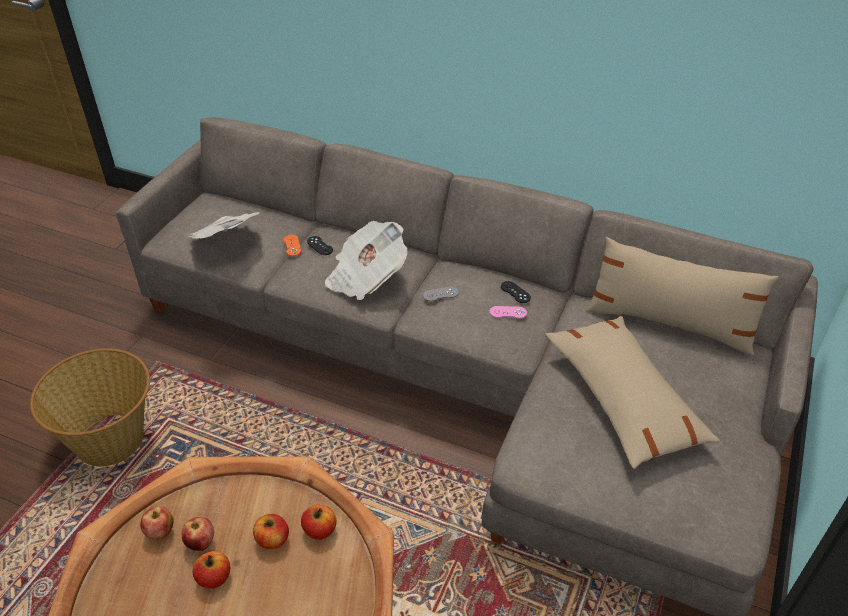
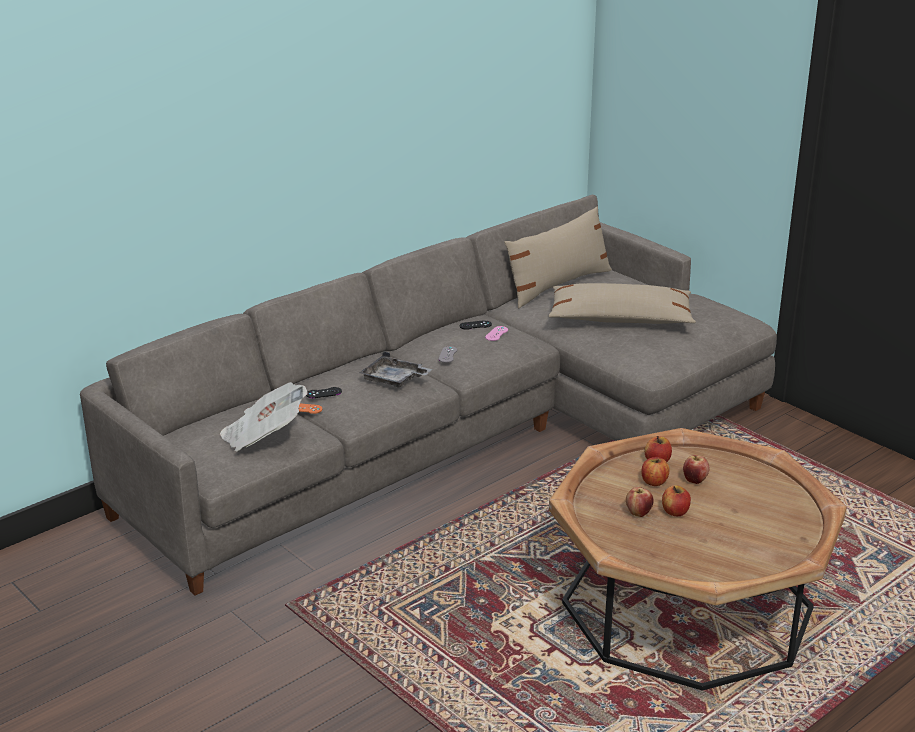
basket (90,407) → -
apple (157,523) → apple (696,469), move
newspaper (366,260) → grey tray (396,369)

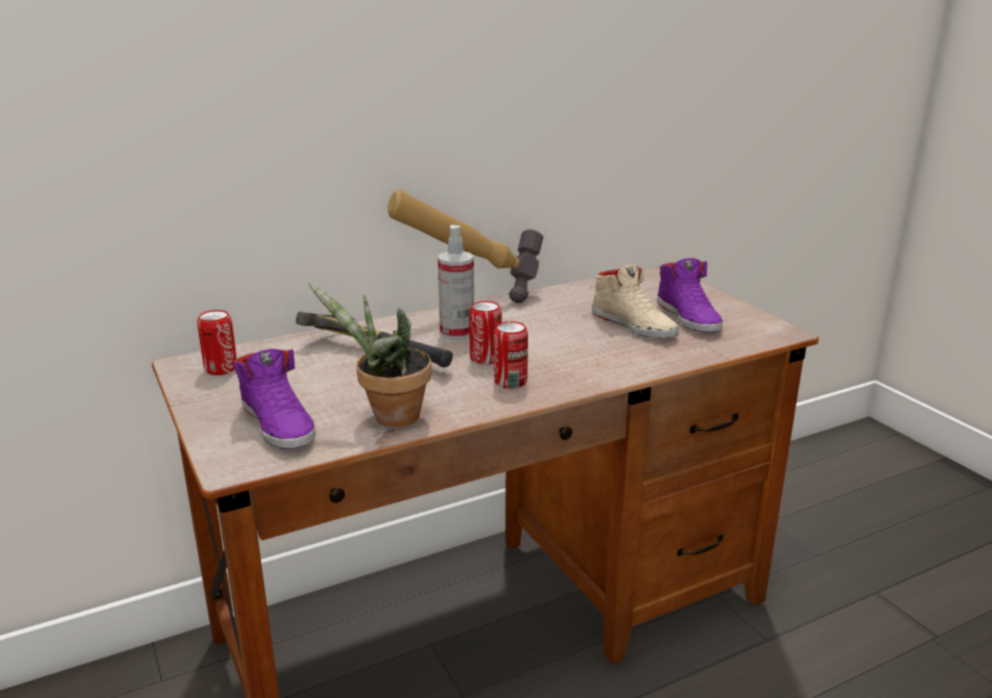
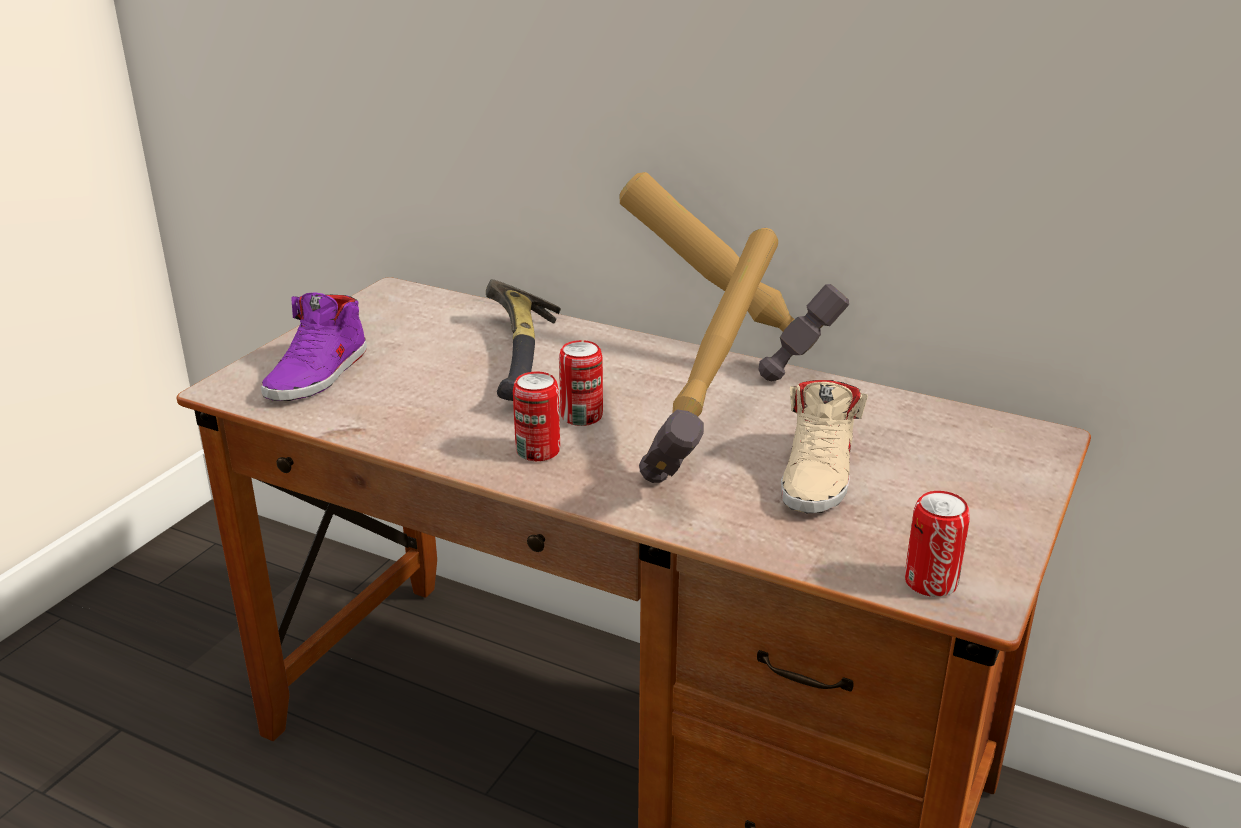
can (217,342) → can (937,544), move
potted plant (370,355) → -
spray bottle (456,282) → -
purple shoe (690,295) → -
- → hammer (708,355)

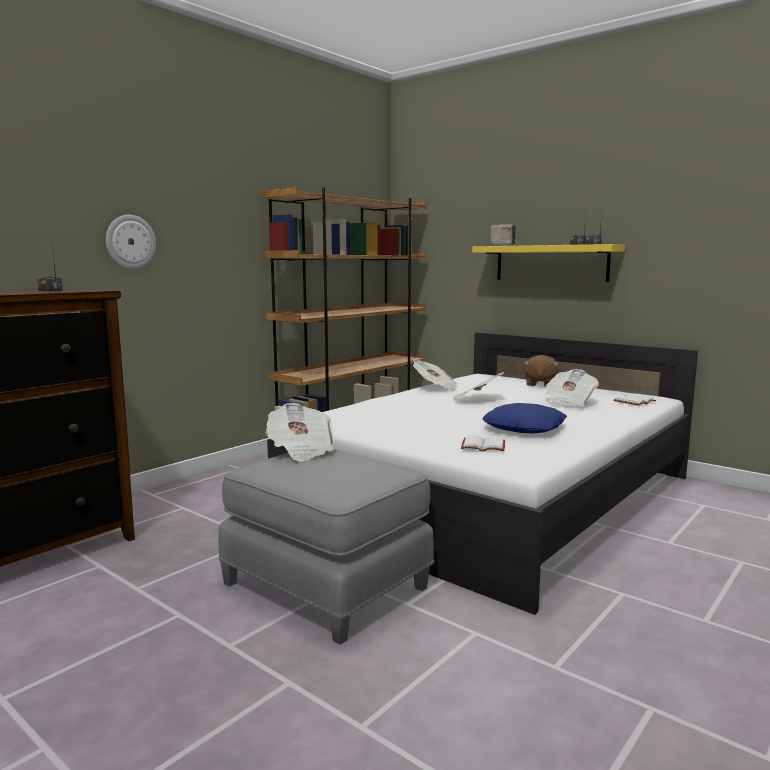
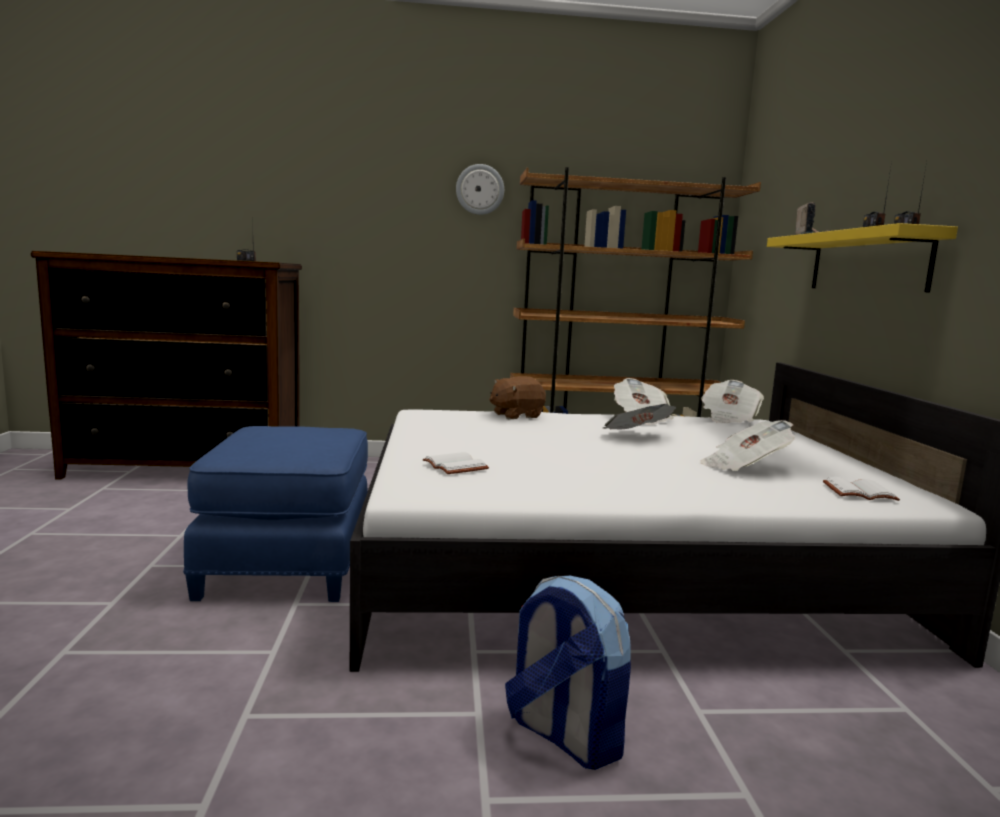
wall clock (131,242) → wall clock (480,189), move
grey ottoman (326,547) → blue ottoman (275,514)
newspaper (300,432) → newspaper (732,401), move
blue pillow (524,418) → -
brown plush toy (541,370) → brown plush toy (517,397), move
- → backpack (568,673)

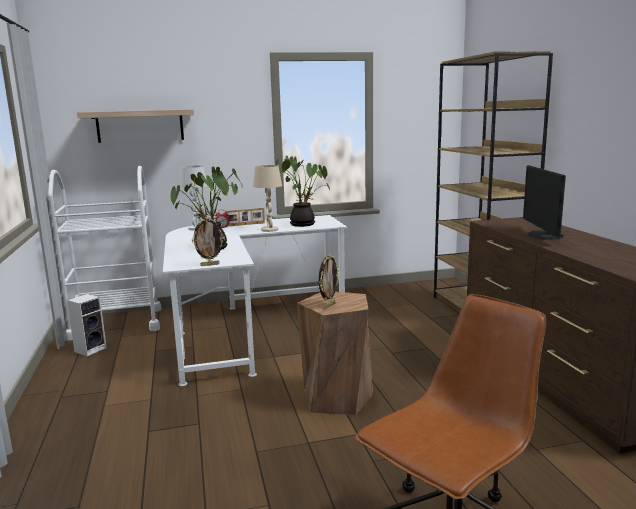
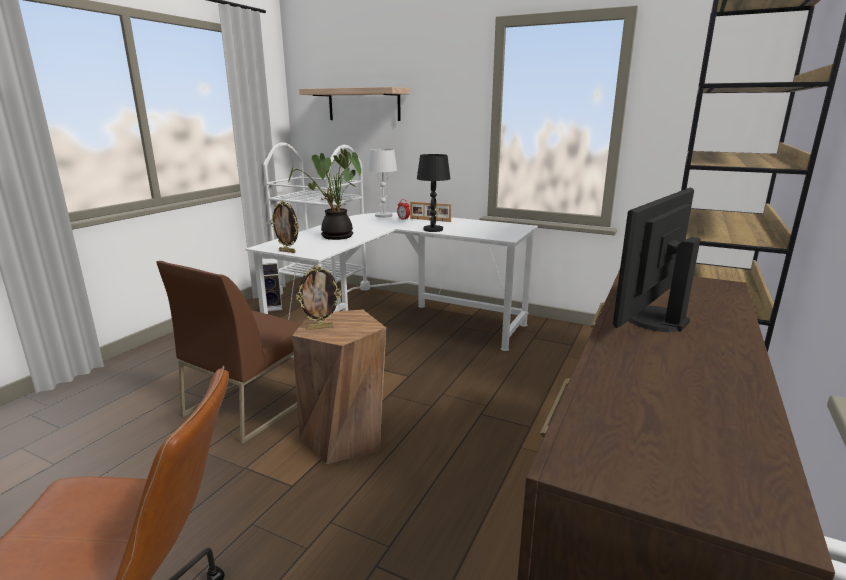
beige table lamp (267,198) → black table lamp (433,193)
potted plant (303,191) → -
- → brown chair (228,352)

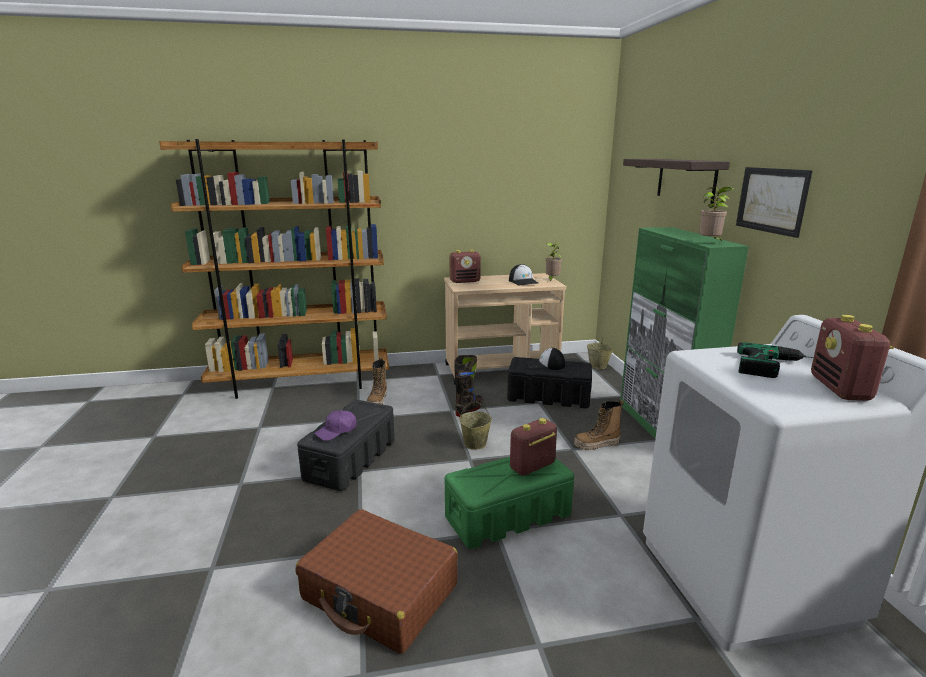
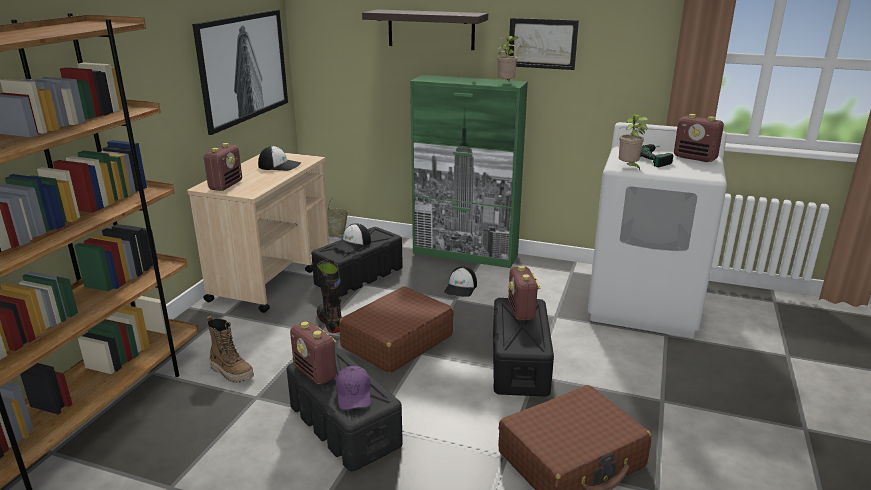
green storage box (509,503) → black storage box (523,347)
beige bucket (475,425) → brown suitcase (396,329)
potted plant (554,262) → potted plant (633,142), move
boot (599,425) → cap (460,282)
- → picture (240,72)
- → radio (313,353)

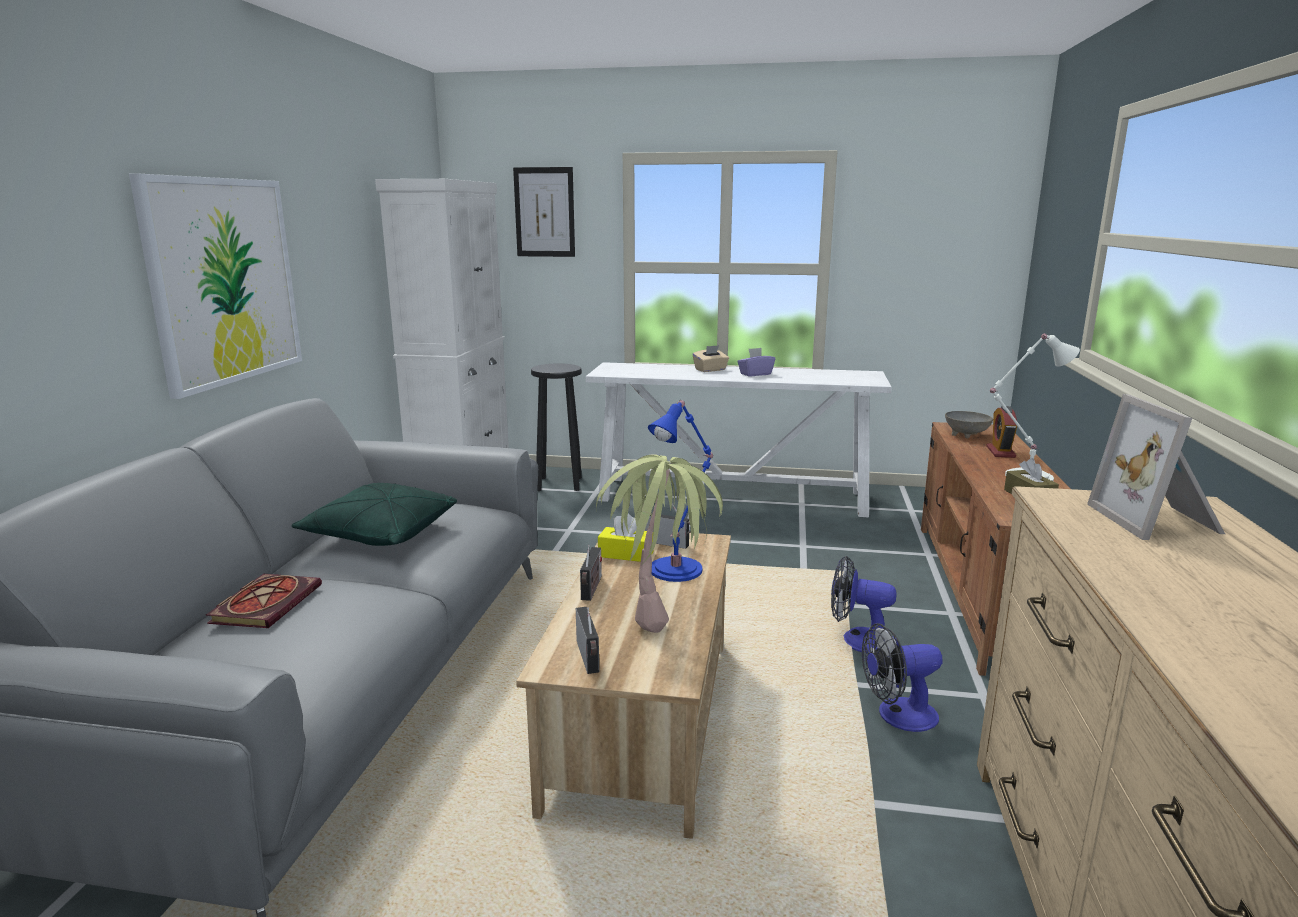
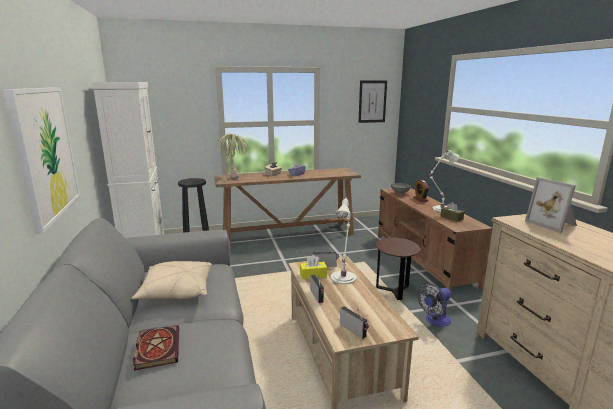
green pillow (374,514) → beige pillow (172,280)
picture (544,212) → picture (372,101), move
white console table (739,439) → brown console table (287,208)
potted plant (659,543) → potted plant (232,156), move
blue table lamp (680,491) → white table lamp (343,240)
fan (864,604) → brown side table (398,268)

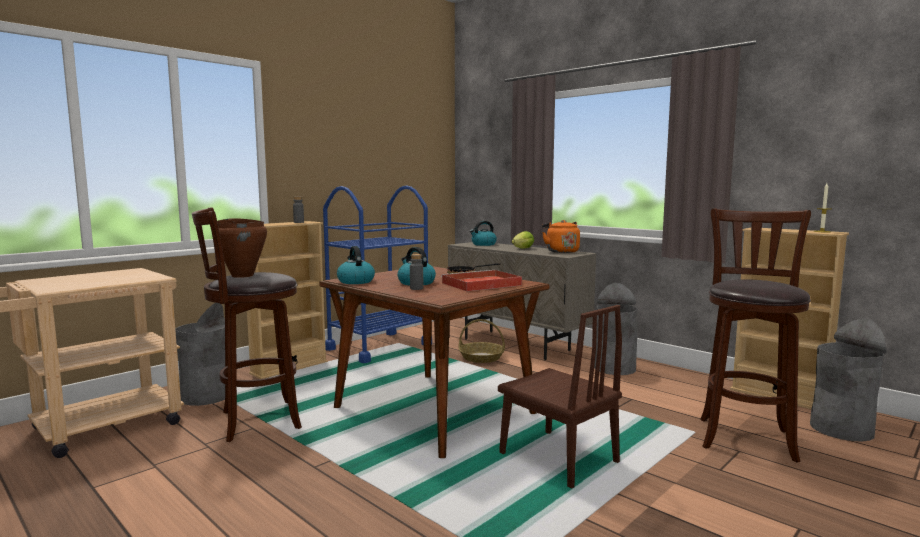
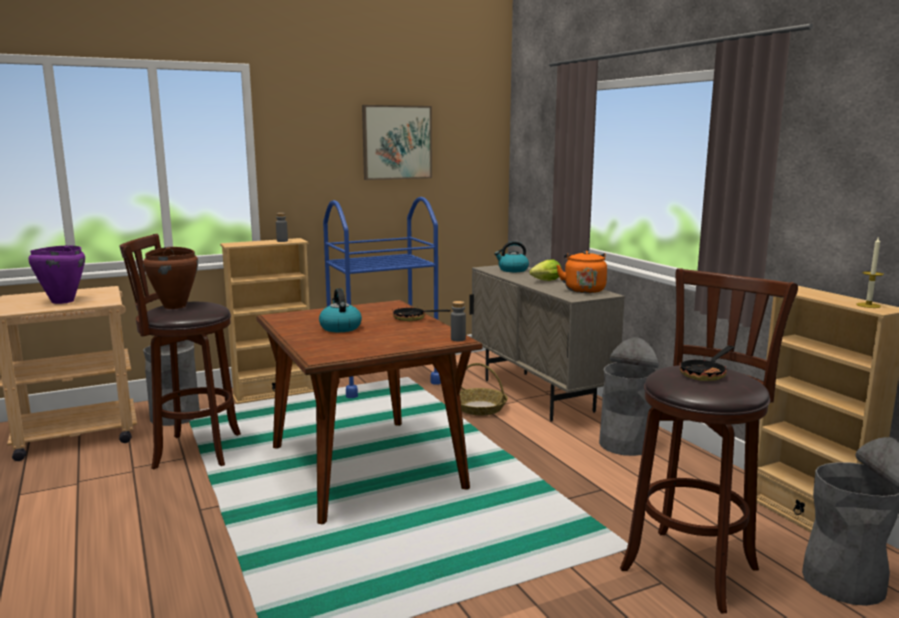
kettle (356,265) → -
grey bottle (416,272) → grey bottle (458,321), move
red tray (481,280) → -
brown chair (560,397) → -
- → purple cooking pot (56,274)
- → picture (397,142)
- → frying pan (707,363)

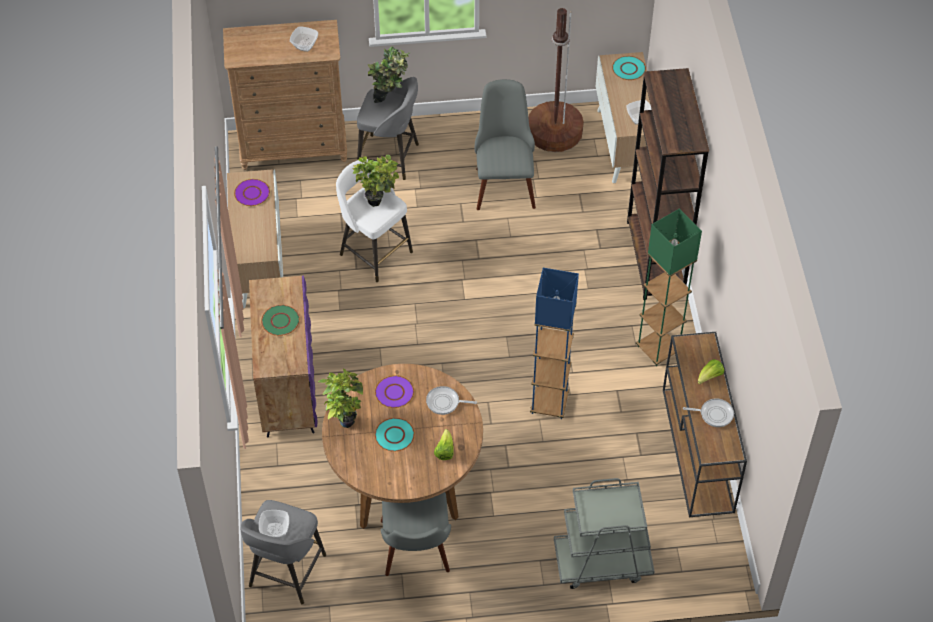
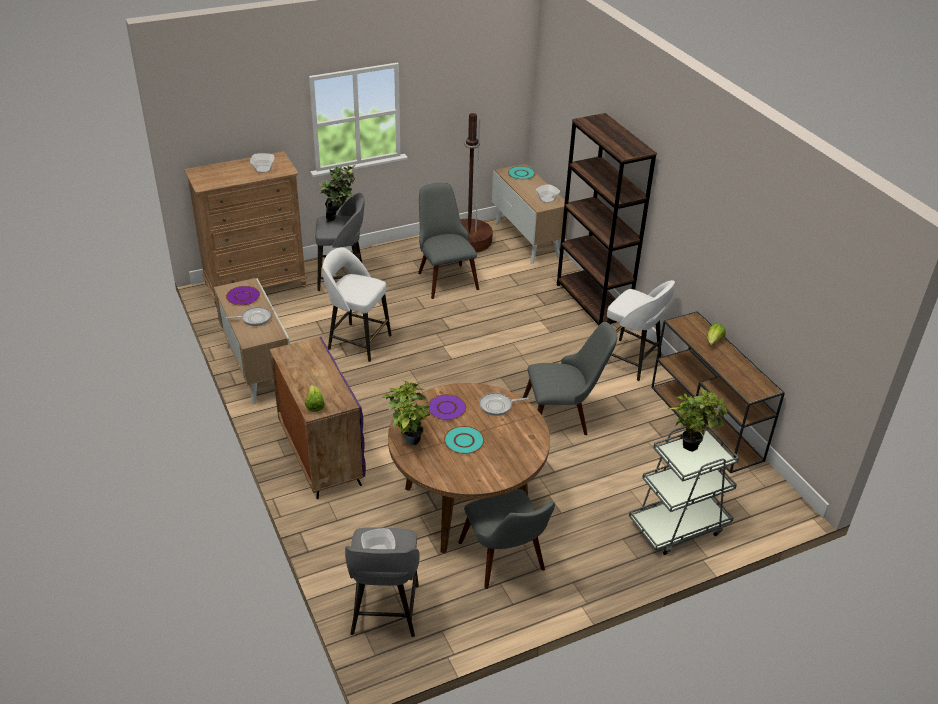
green plate (280,320) → -
potted plant (375,181) → potted plant (697,420), move
lettuce (444,444) → lettuce (315,398), move
blue floor lamp (554,343) → grey chair (570,378)
green floor lamp (669,287) → white stool (641,330)
frying pan (708,413) → frying pan (248,316), move

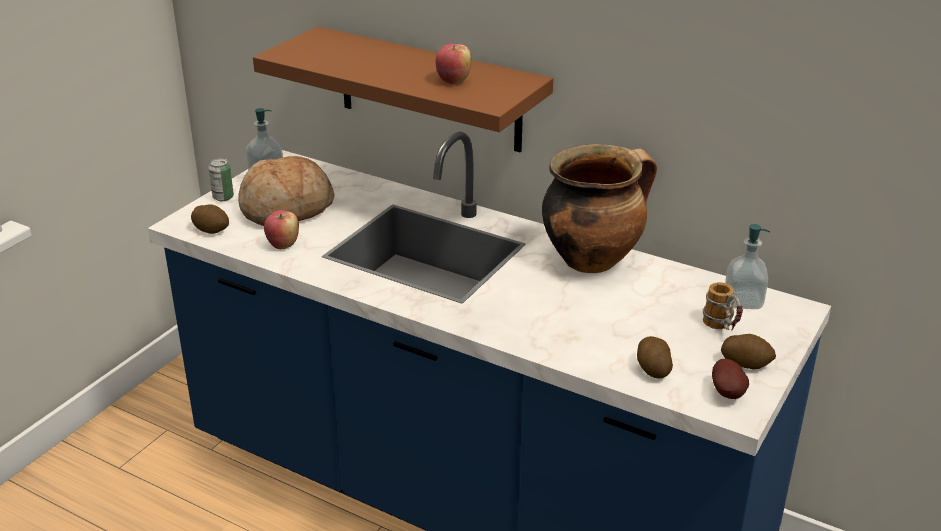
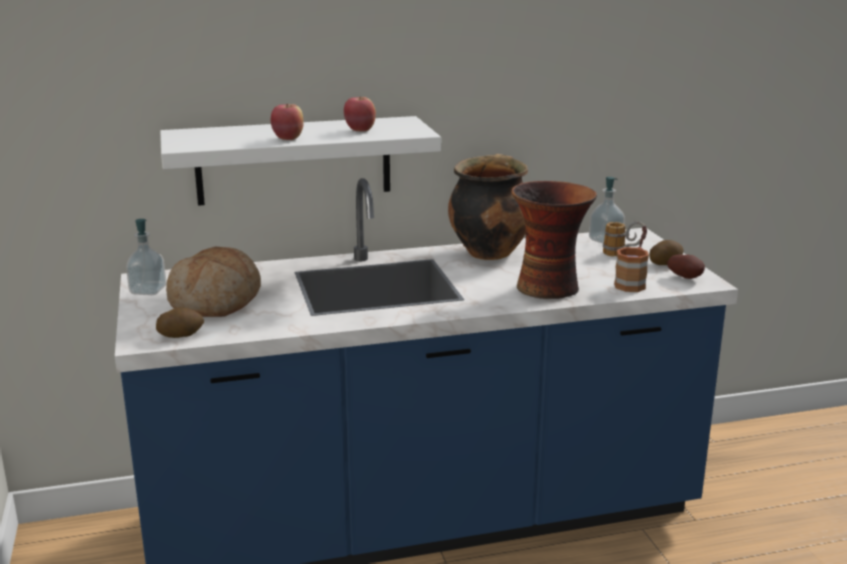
can (221,179) → -
brown shelf (403,89) → white shelf (300,161)
apple (281,230) → apple (287,122), move
potato (655,357) → brown mug (631,269)
- → vase (554,240)

